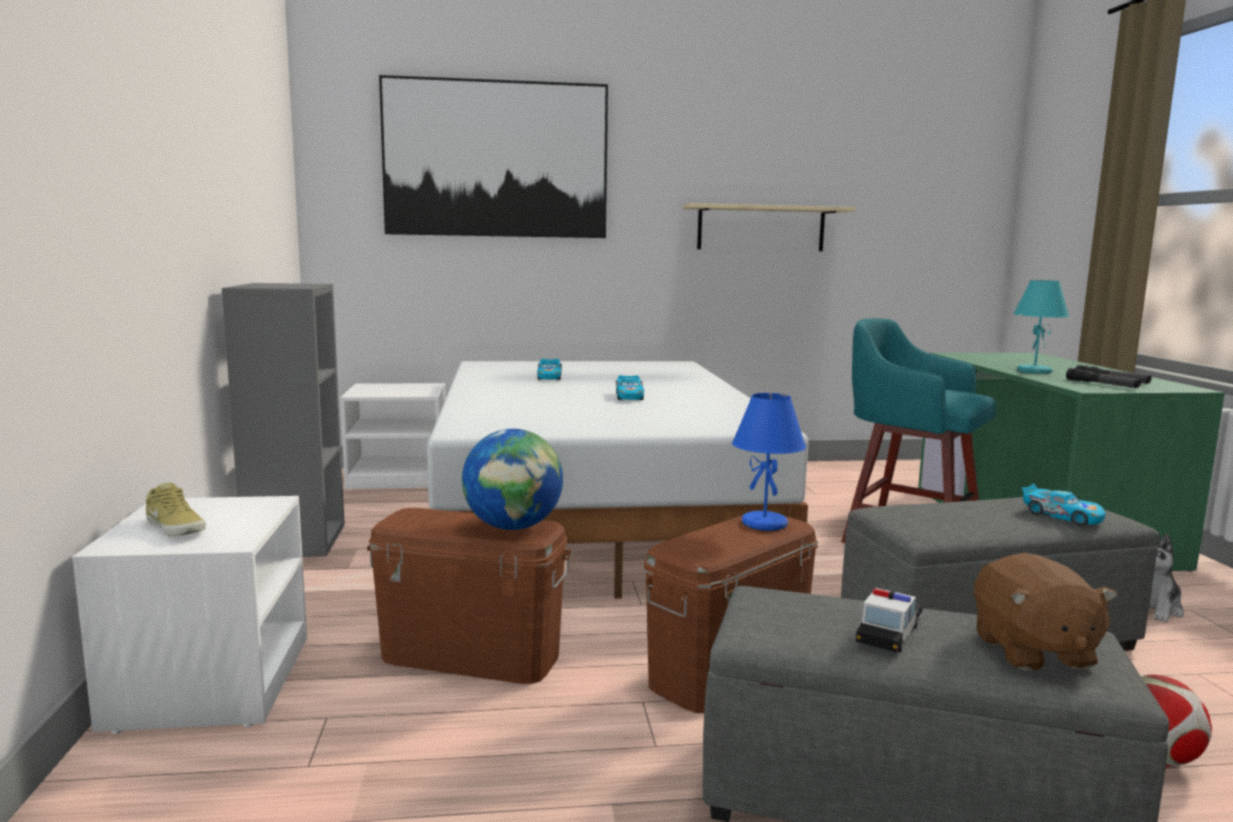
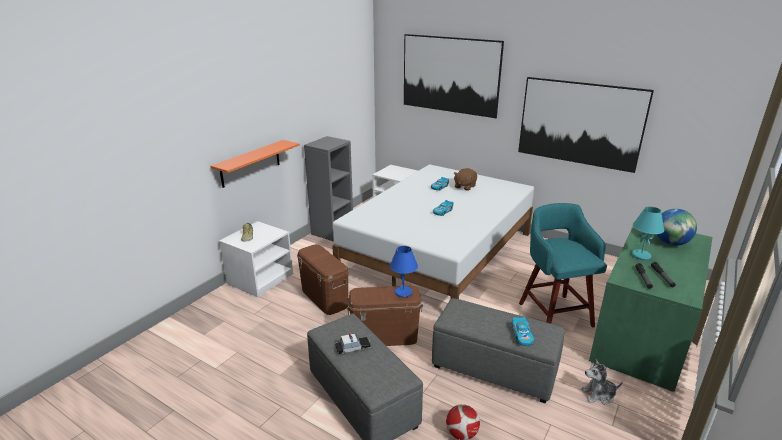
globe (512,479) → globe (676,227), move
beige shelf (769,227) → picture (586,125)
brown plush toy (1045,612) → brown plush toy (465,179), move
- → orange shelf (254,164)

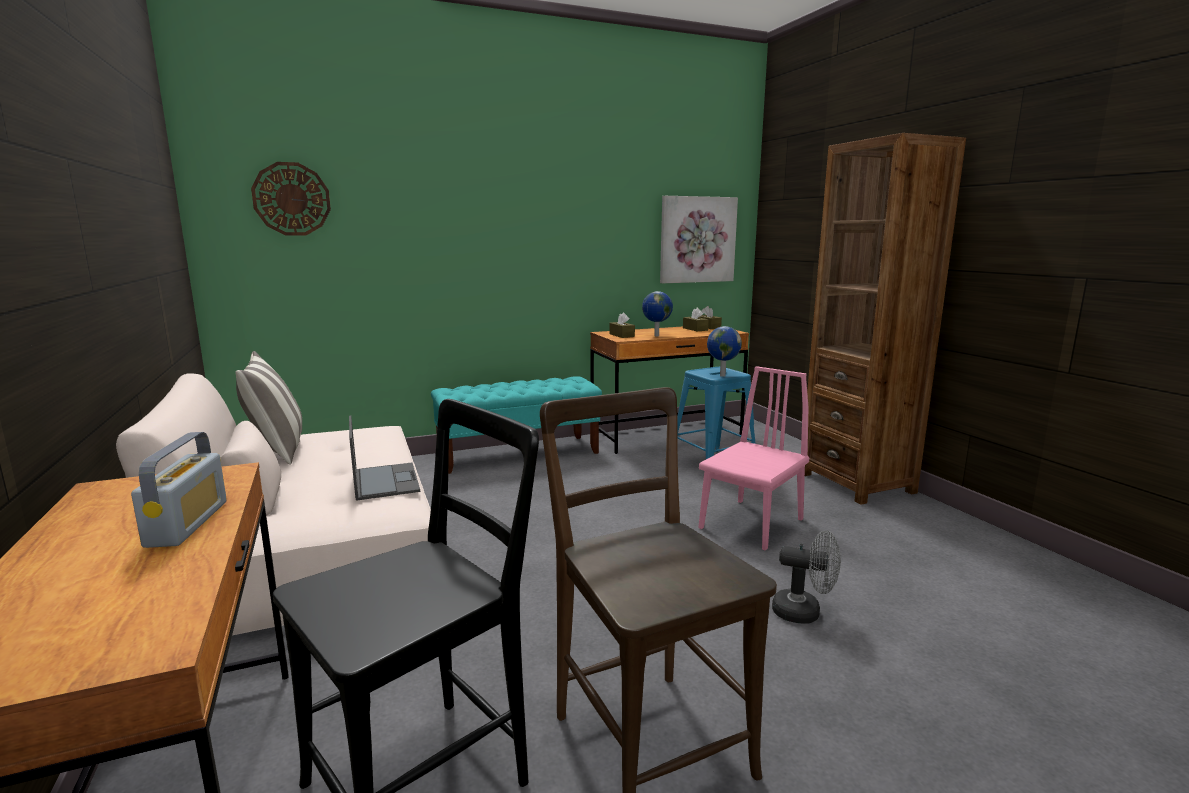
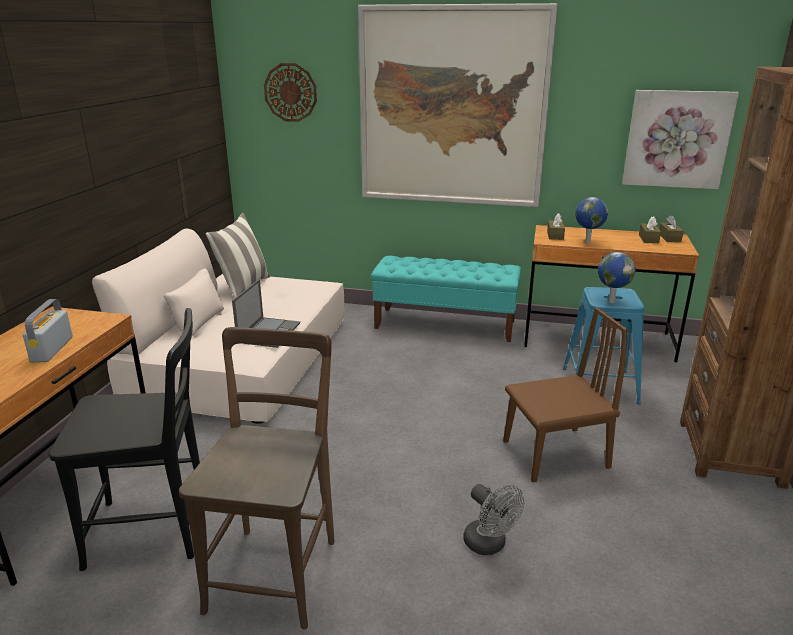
radio (179,490) → radio (48,330), 150 degrees clockwise
pink chair (753,458) → brown chair (565,394)
- → picture (458,105)

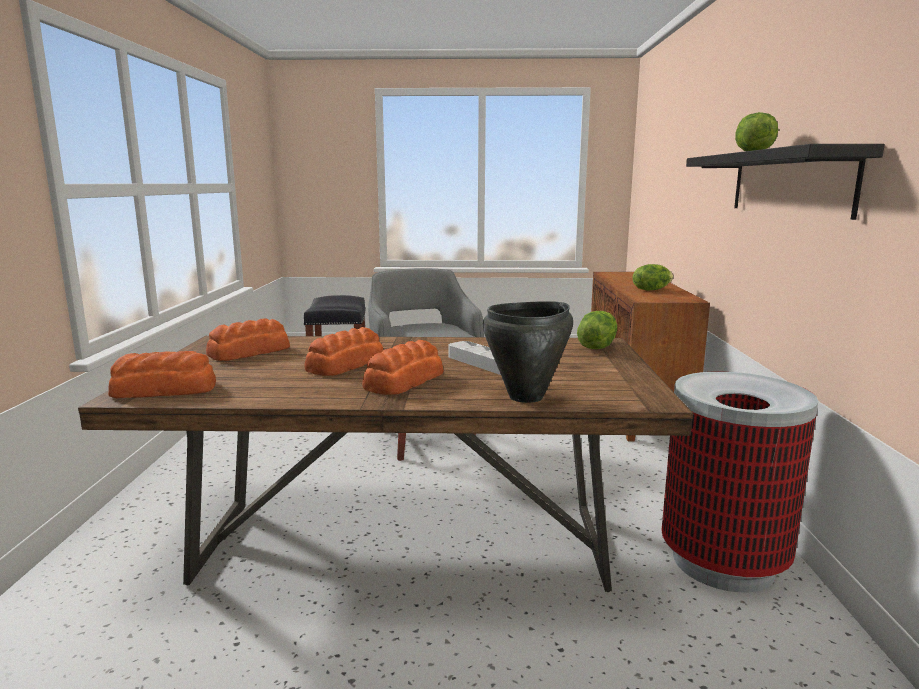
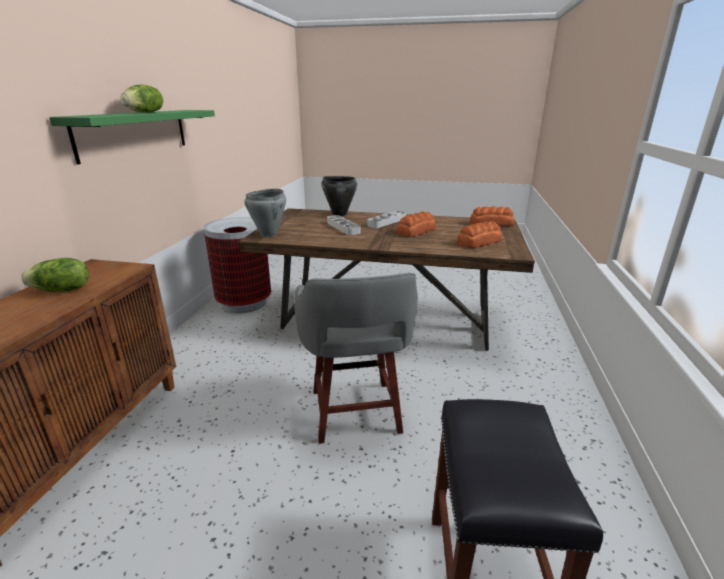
bread (403,367) → grey tray (387,219)
lettuce (597,330) → grey cooking pot (265,213)
black shelf (785,182) → green shelf (132,137)

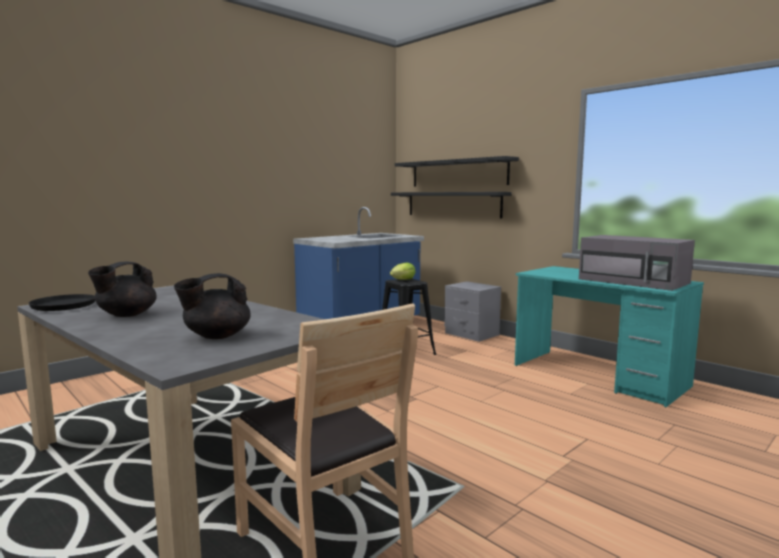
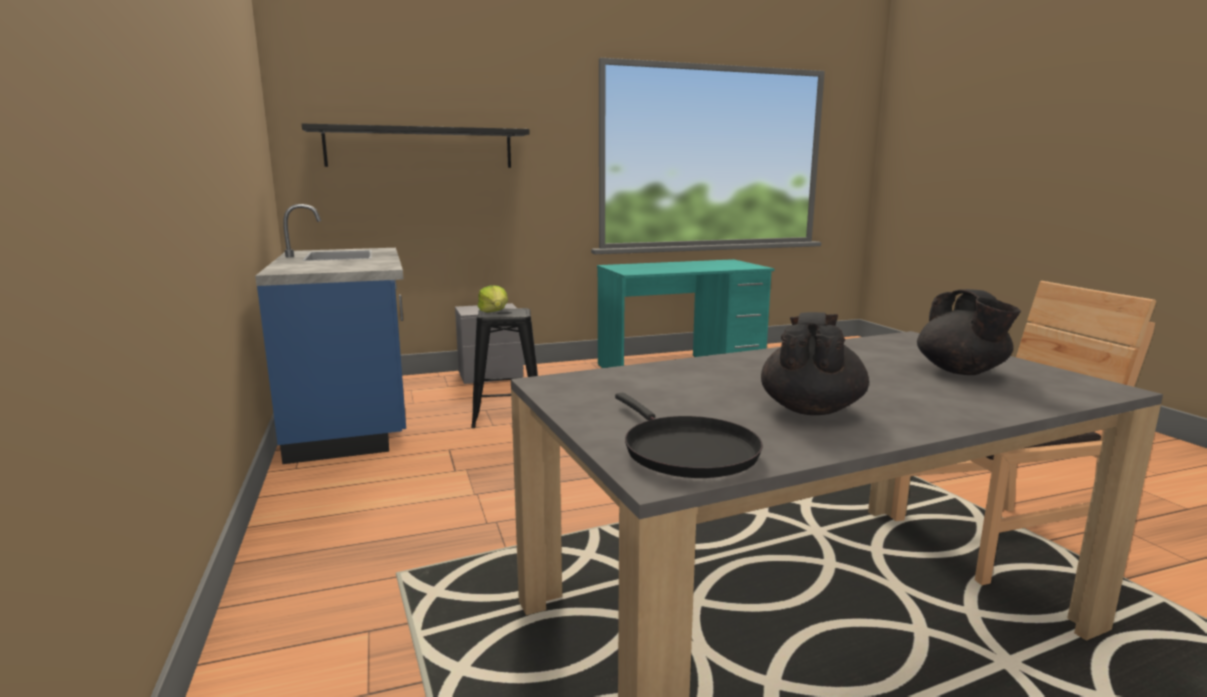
black teapot (122,289) → black teapot (815,363), 135 degrees counterclockwise
black shelf (451,205) → -
grey microwave (637,263) → -

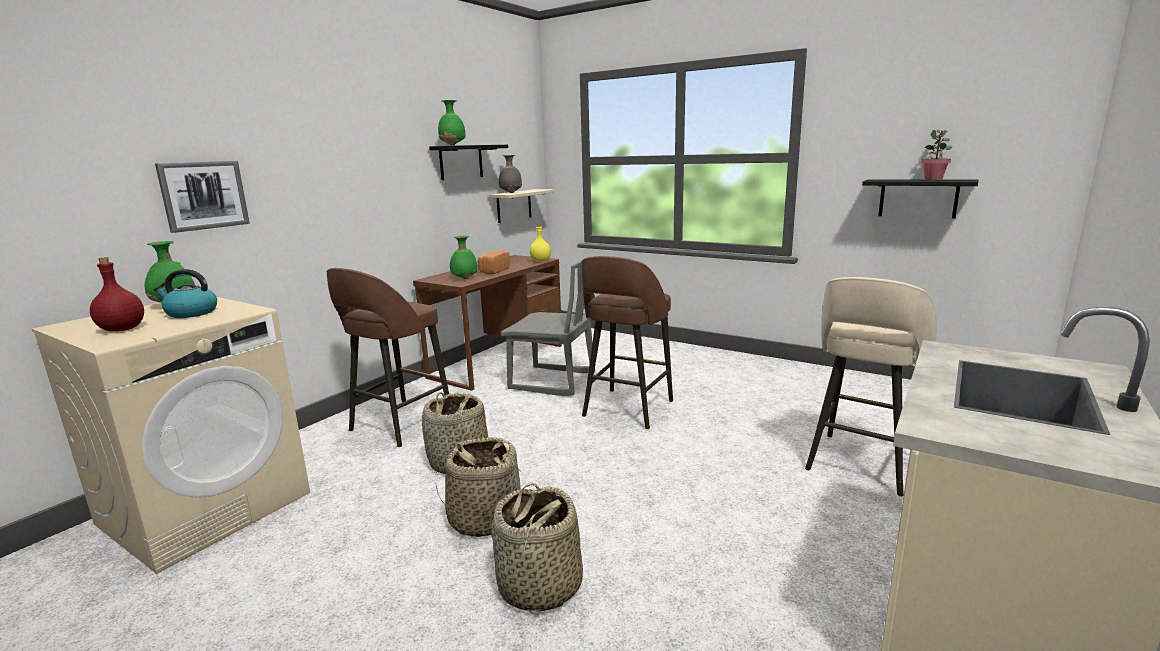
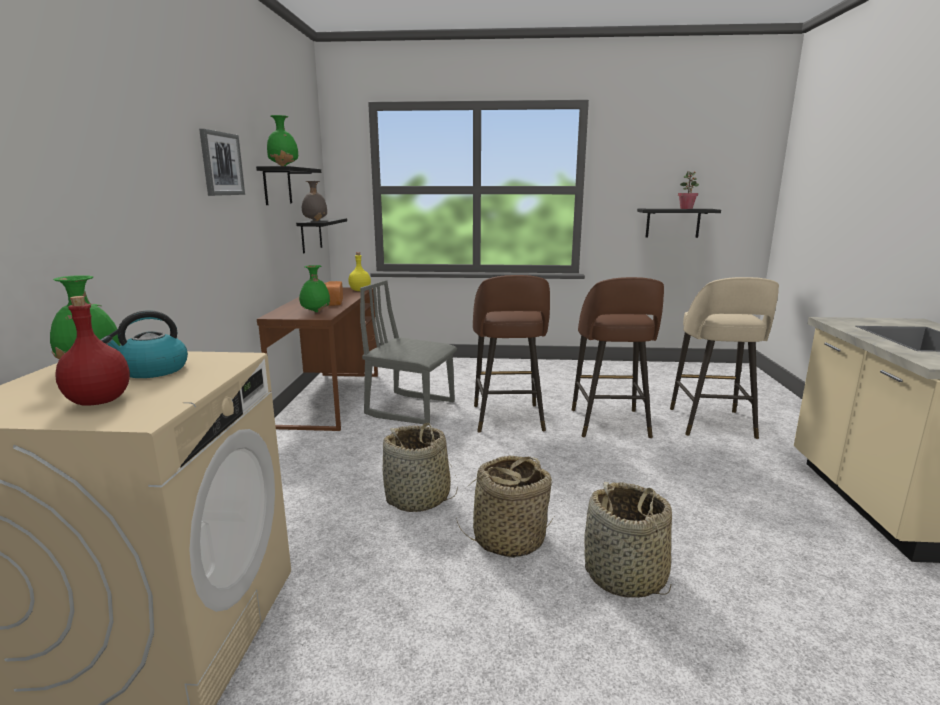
picture (202,197) → picture (222,162), move
brown stool (387,357) → brown stool (618,357), move
beige shelf (522,206) → black shelf (321,236)
grey chair (548,326) → grey chair (408,352), 150 degrees counterclockwise

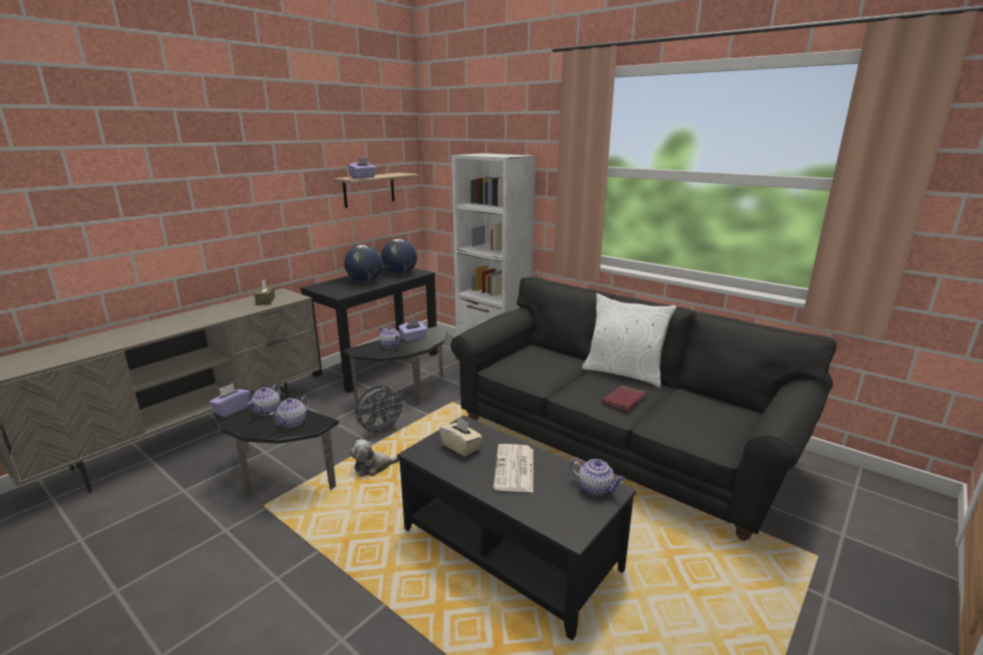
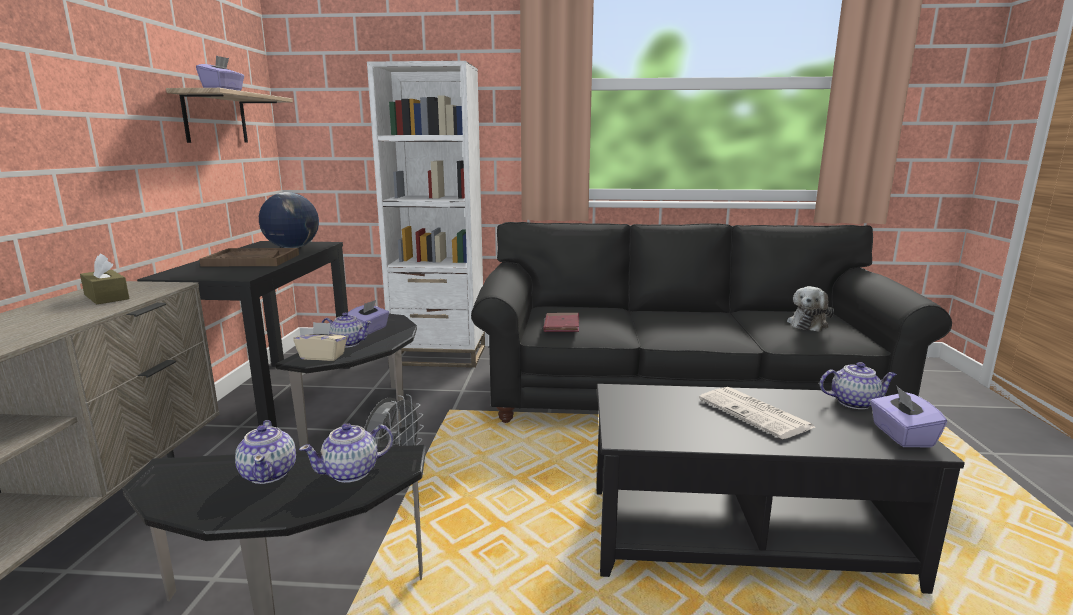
purple tissue box (229,400) → purple tissue box (908,416), move
teapot (289,412) → teapot (346,453), 60 degrees clockwise
globe (363,264) → brown tray (249,257)
plush toy (375,457) → plush toy (810,309), move
beige tissue box (460,437) → beige tissue box (320,341), move
white pillow (629,340) → -
red book (624,398) → red book (561,322), move

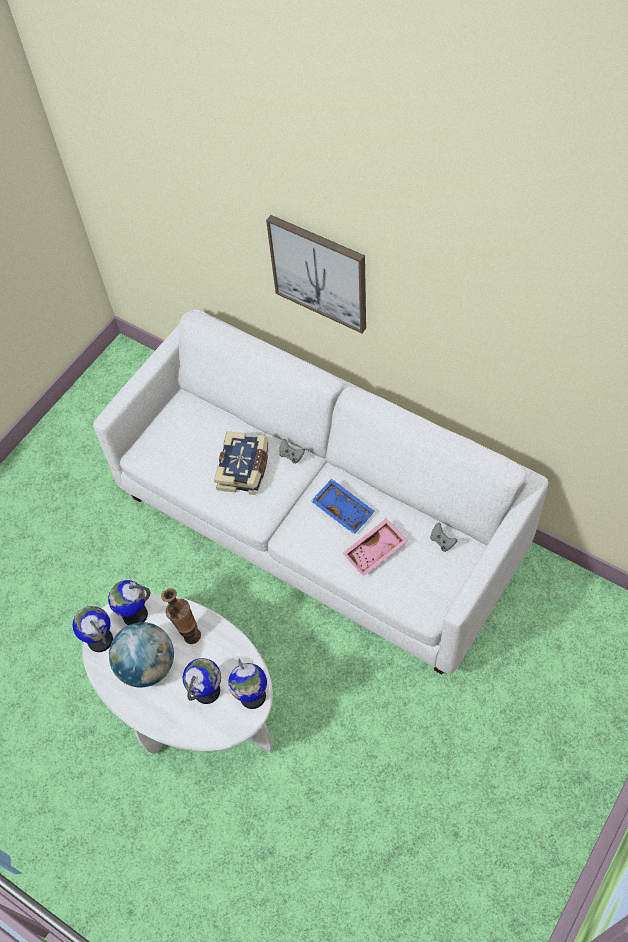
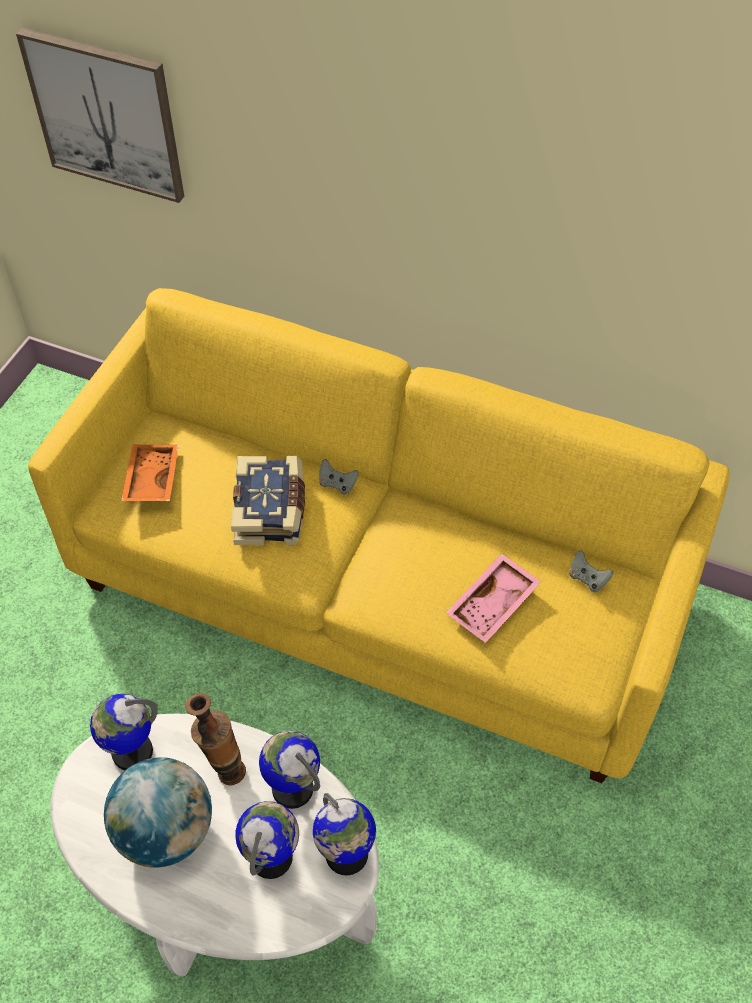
globe (93,629) → globe (289,770), move
white sofa (320,492) → yellow sofa (379,535)
picture (316,274) → picture (100,115), move
blue tray (343,507) → -
- → orange tray (150,472)

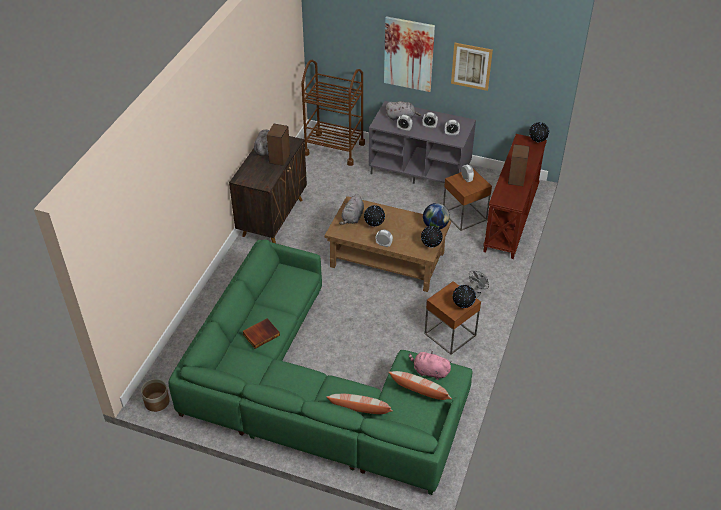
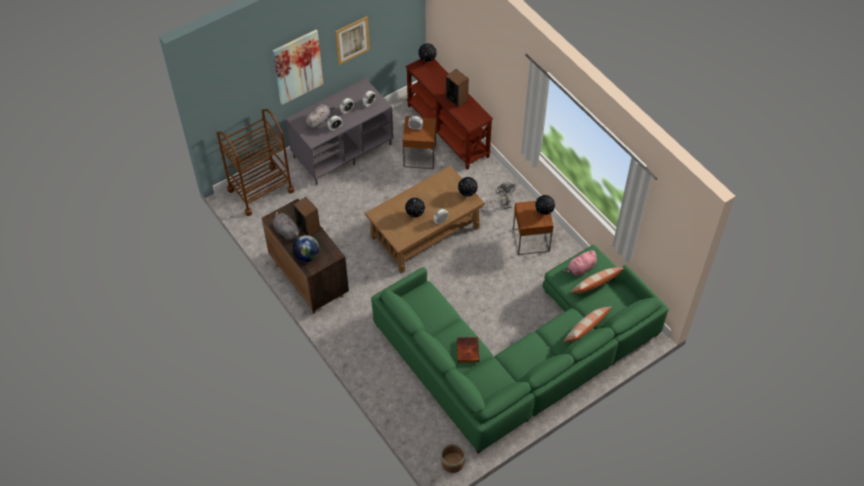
grey plush toy (351,209) → -
globe (436,216) → globe (306,248), move

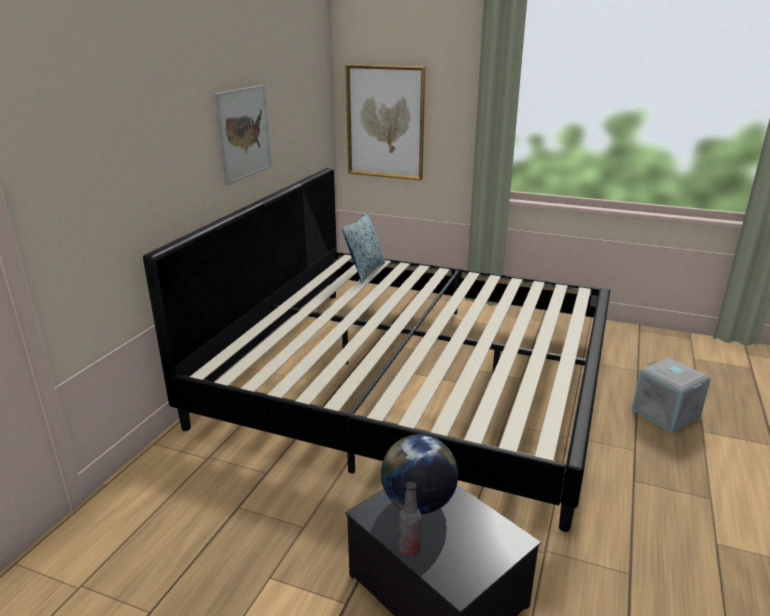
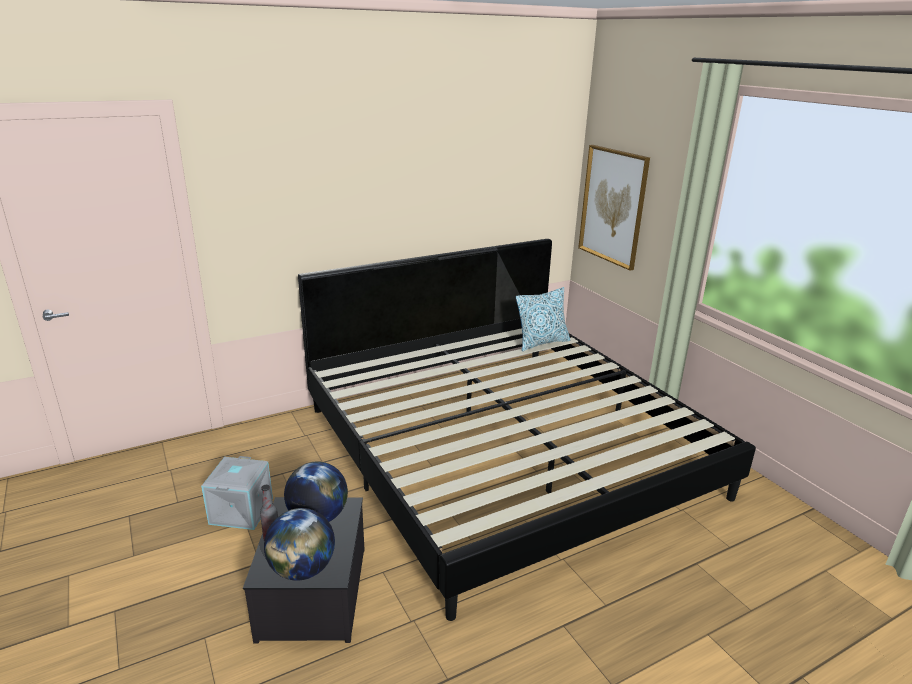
picture (243,135) → -
grey storage box (671,395) → grey storage box (237,493), move
- → globe (299,544)

